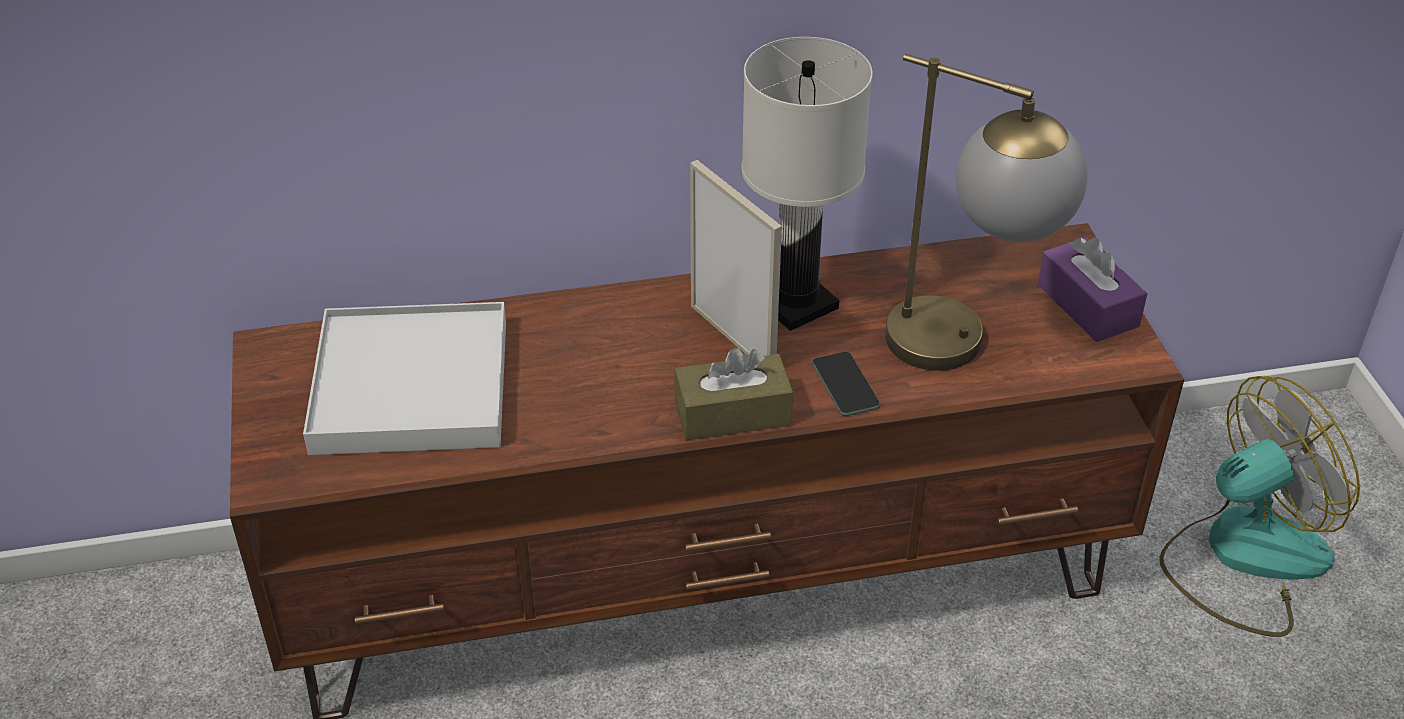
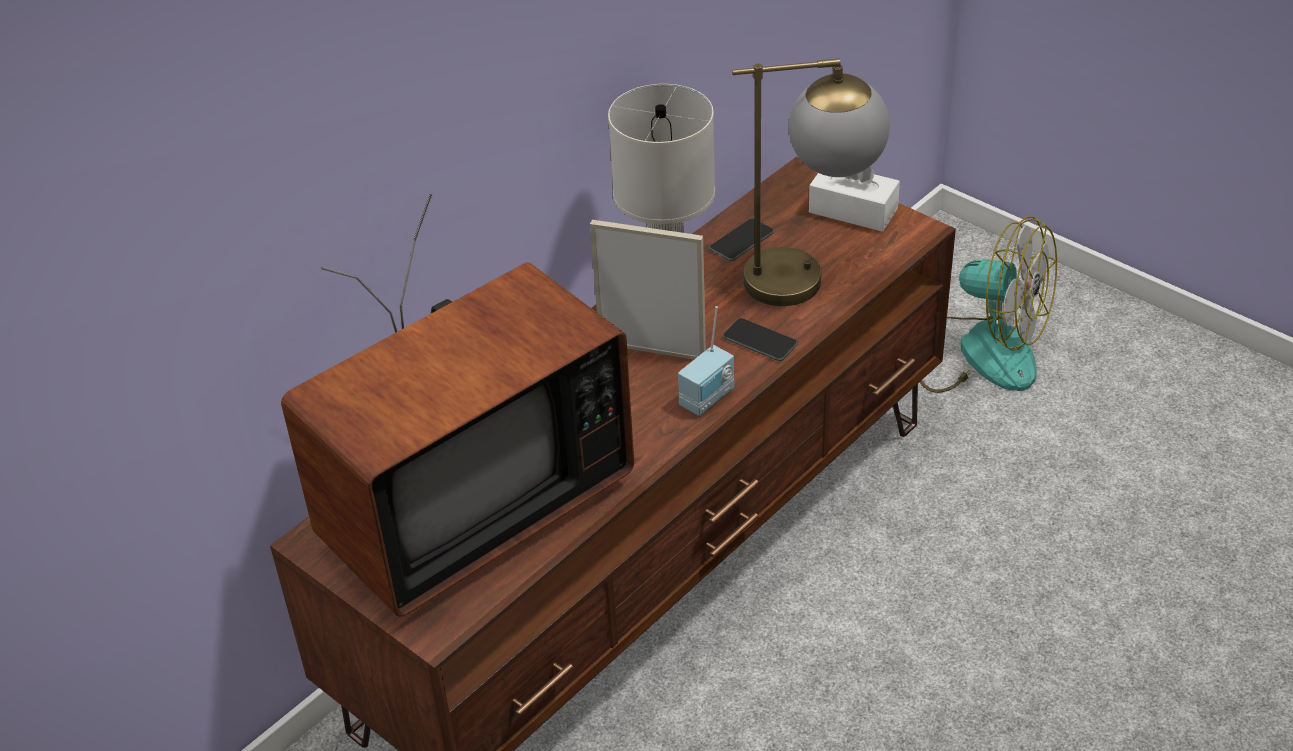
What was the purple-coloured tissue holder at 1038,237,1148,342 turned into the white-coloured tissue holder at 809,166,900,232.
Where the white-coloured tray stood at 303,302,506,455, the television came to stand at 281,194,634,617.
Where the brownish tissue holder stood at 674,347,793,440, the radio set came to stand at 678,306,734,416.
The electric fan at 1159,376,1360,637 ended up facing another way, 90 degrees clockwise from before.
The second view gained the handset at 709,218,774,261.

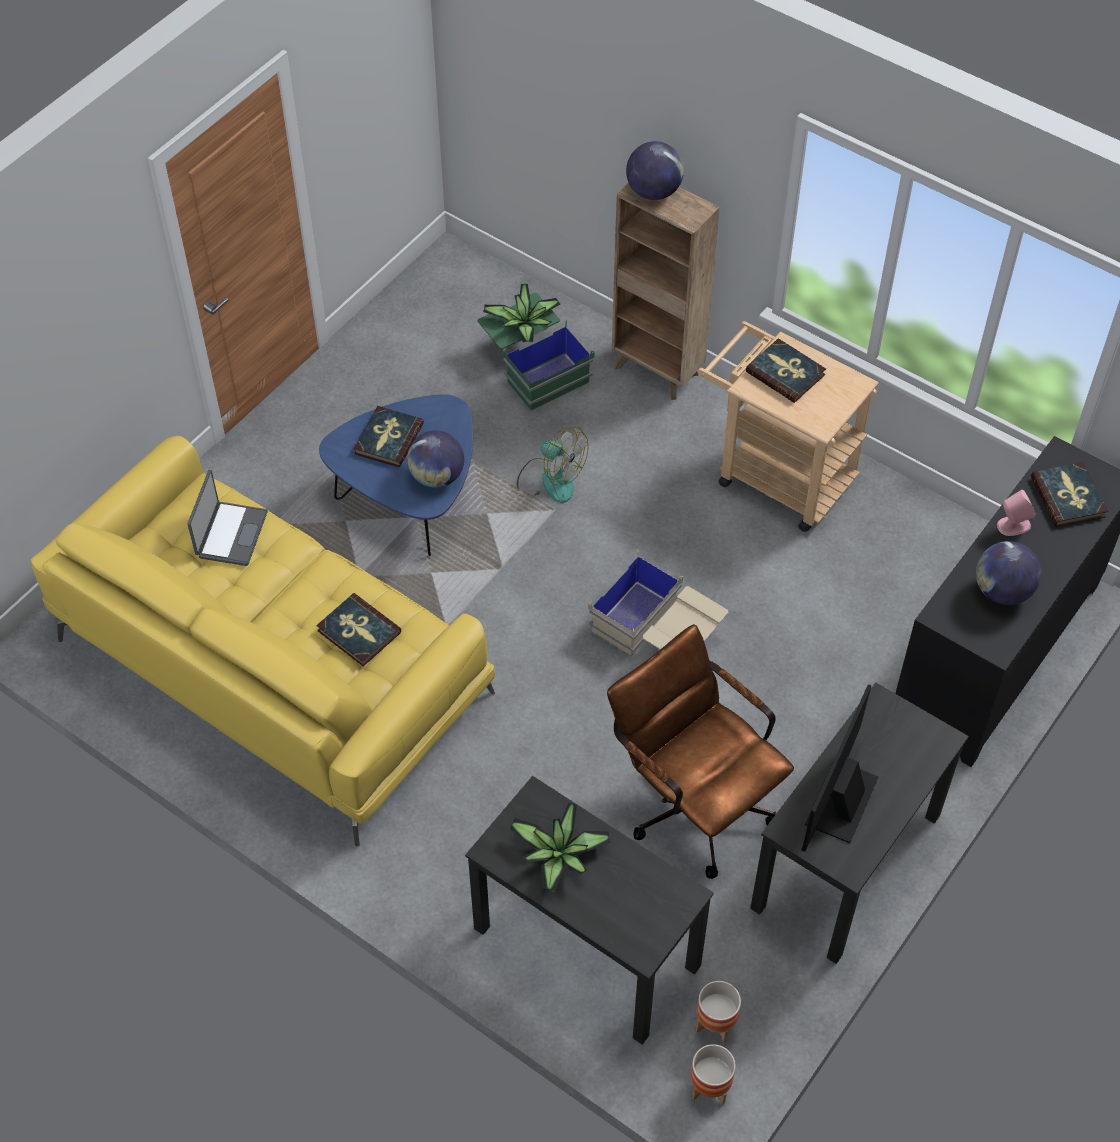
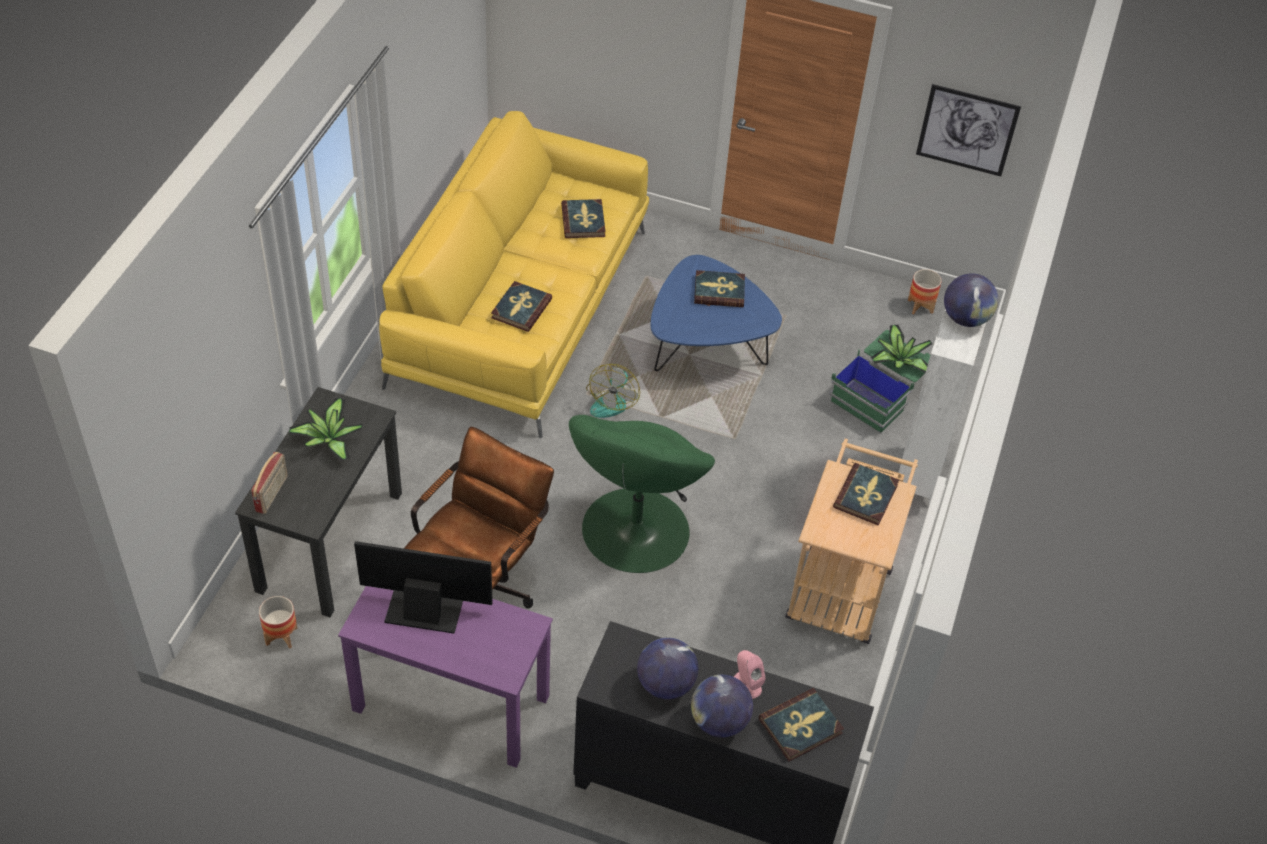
What was the brownish bookcase at 612,183,720,400 turned into the white-coloured bookcase at 899,309,986,508.
The electric fan ended up elsewhere, having gone from 517,426,589,503 to 586,364,640,418.
The desk globe ended up elsewhere, having gone from 407,430,464,488 to 691,675,753,738.
Where the laptop stood at 187,470,268,566, the bound book came to stand at 561,199,606,238.
Where the beige-coloured storage box stood at 588,549,728,656, the green armchair came to stand at 569,415,715,573.
What was the black-coloured desk unit at 750,682,969,964 turned into the purple-coloured desk unit at 338,586,553,768.
The planter ended up elsewhere, having gone from 691,1044,736,1105 to 908,269,942,315.
The second view gained the wall art at 916,84,1021,177.
The second view gained the radio set at 251,452,288,514.

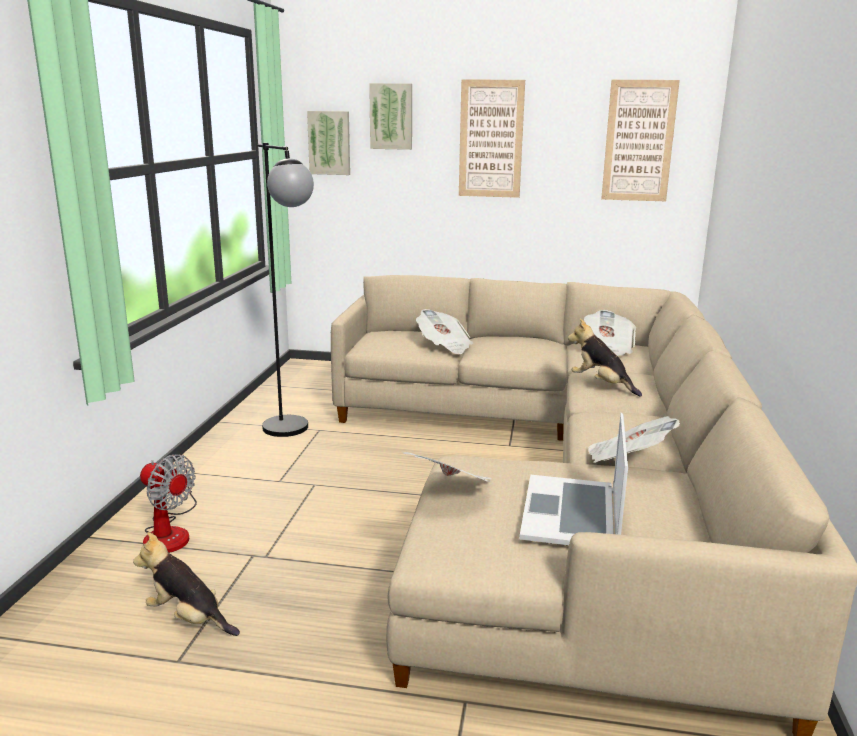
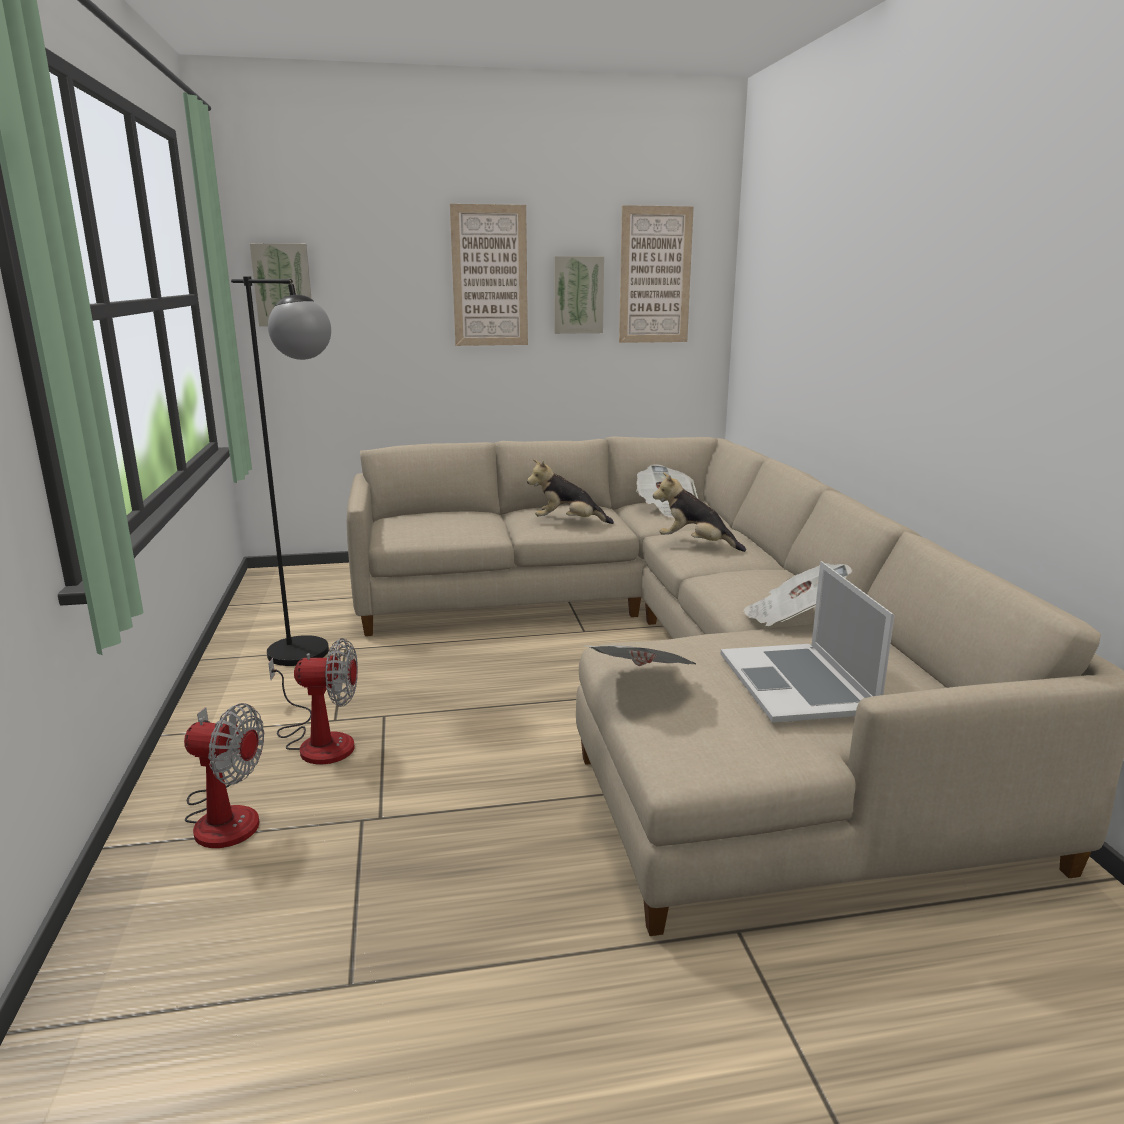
The wall art ended up elsewhere, having gone from 369,83,412,150 to 554,256,604,334.
The second view lost the newspaper at 416,309,473,355.
The plush toy ended up elsewhere, having gone from 133,532,240,636 to 527,459,614,524.
The second view gained the electric fan at 268,638,358,765.

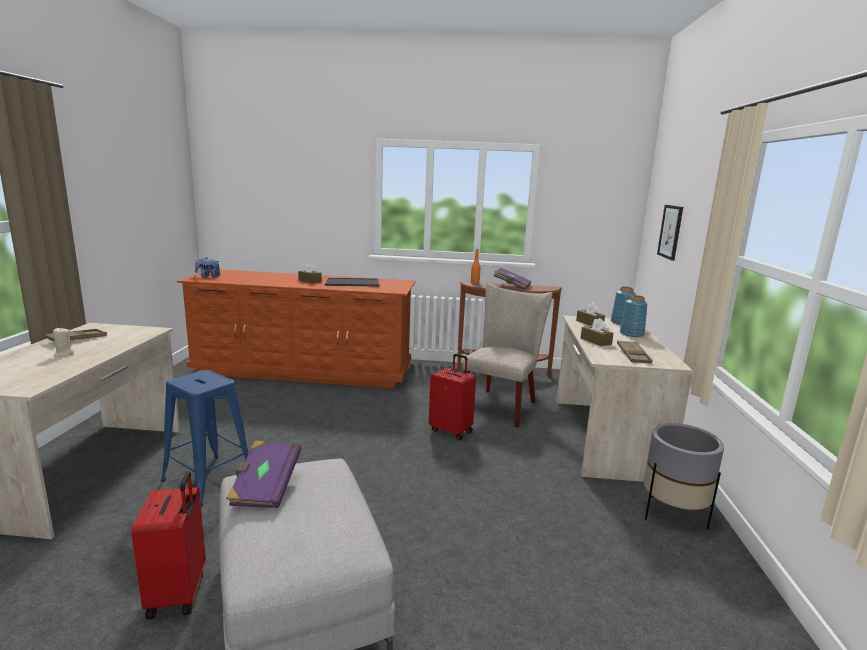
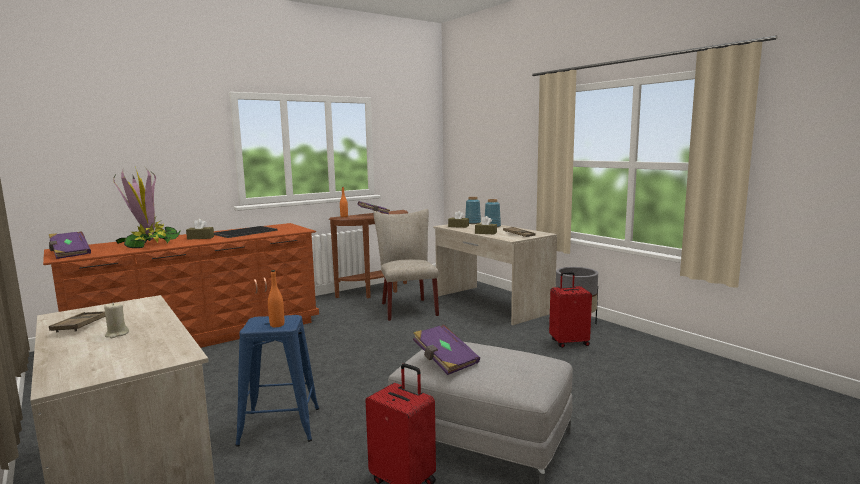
The second view lost the wall art at 657,205,683,261.
Where the plush toy stood at 195,257,220,277, the purple-coloured bound book came to stand at 49,231,91,259.
The red-coloured suitcase ended up elsewhere, having gone from 429,354,476,440 to 549,272,592,348.
The second view gained the potted plant at 113,166,181,248.
The second view gained the orange drink bottle at 268,270,284,327.

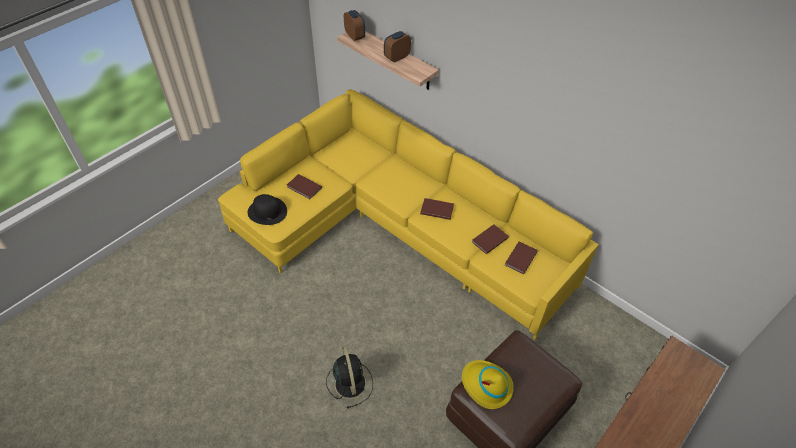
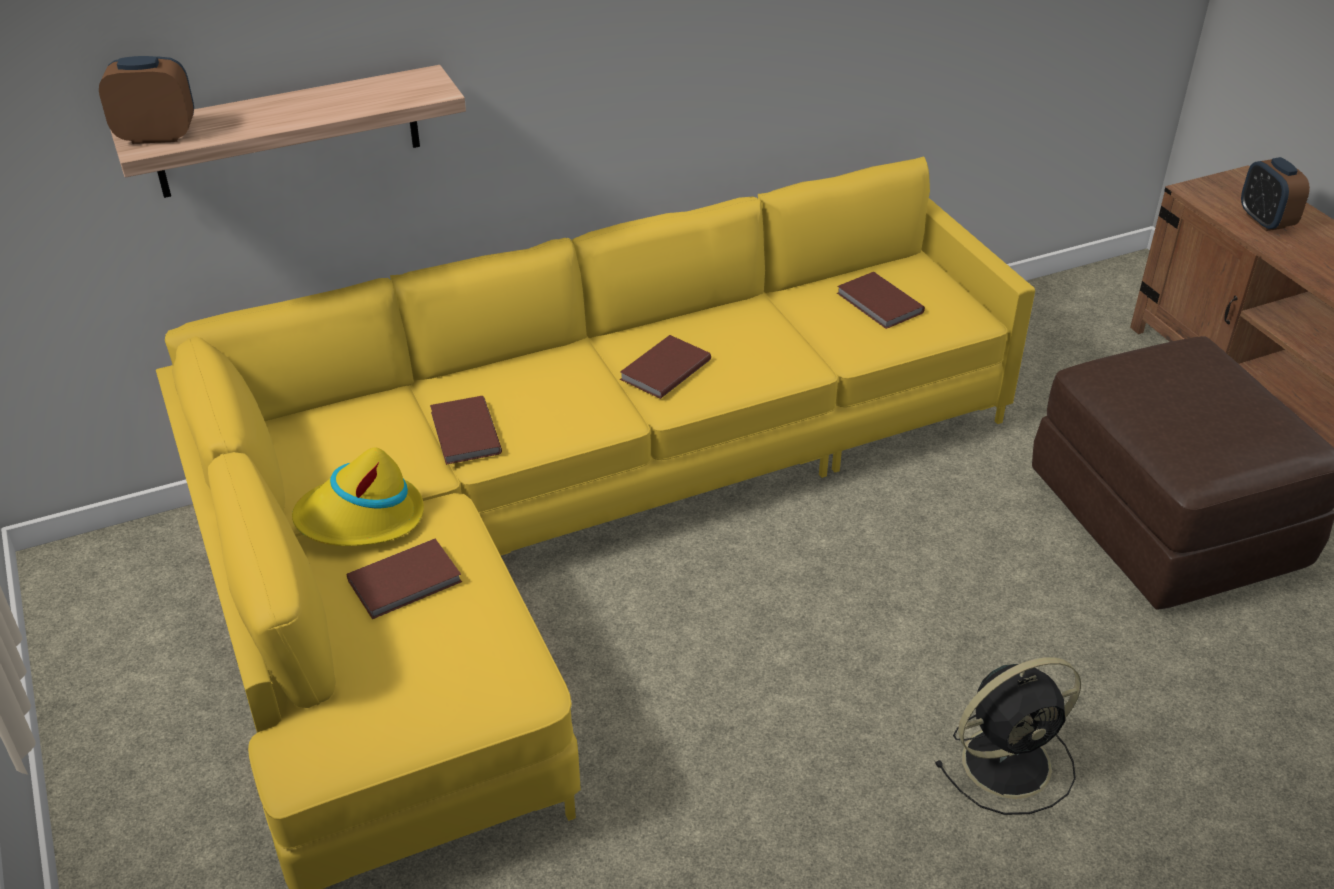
The alarm clock ended up elsewhere, having gone from 384,31,411,63 to 1241,157,1310,231.
The second view lost the black-coloured hat at 248,194,287,225.
The brownish bound book ended up elsewhere, having gone from 472,224,509,254 to 430,396,502,465.
The black-coloured electric fan at 326,345,373,409 ended up facing another way, 150 degrees clockwise from before.
The yellow-coloured hat ended up elsewhere, having gone from 462,360,514,409 to 292,448,424,546.

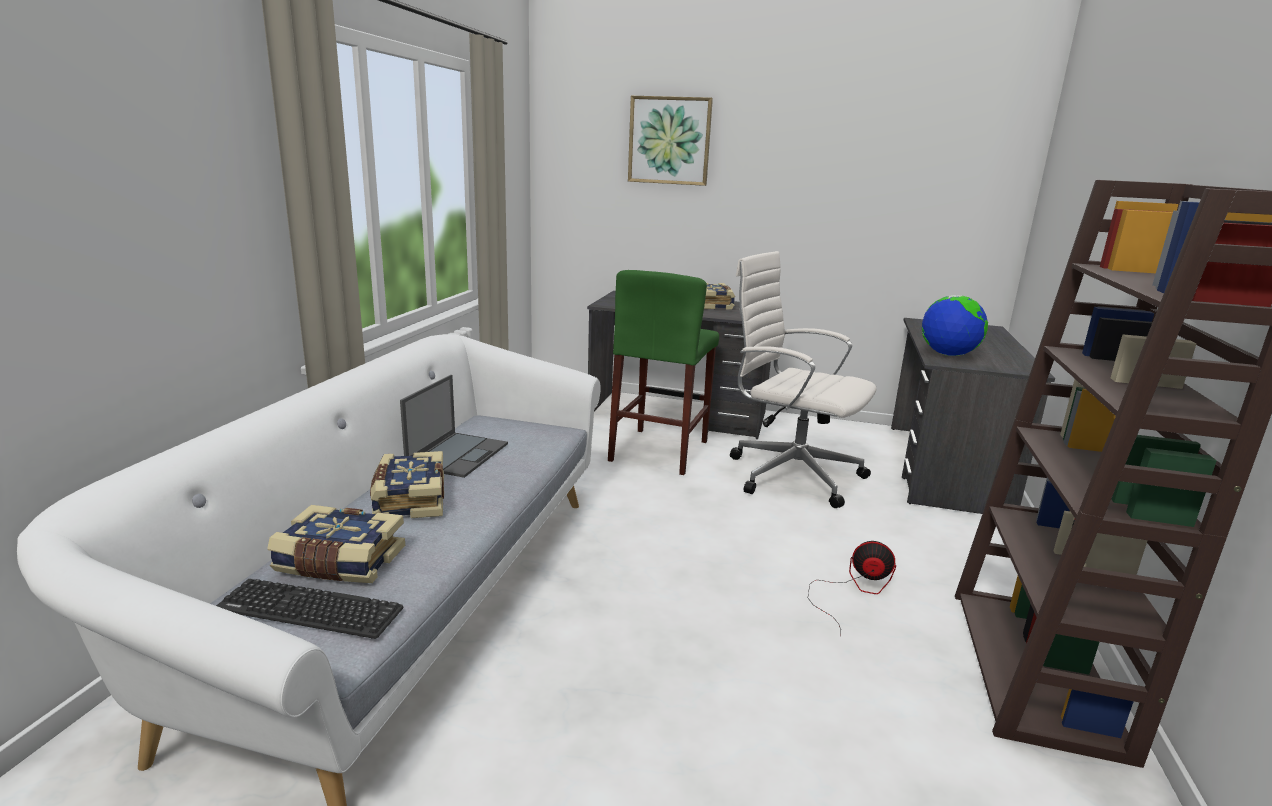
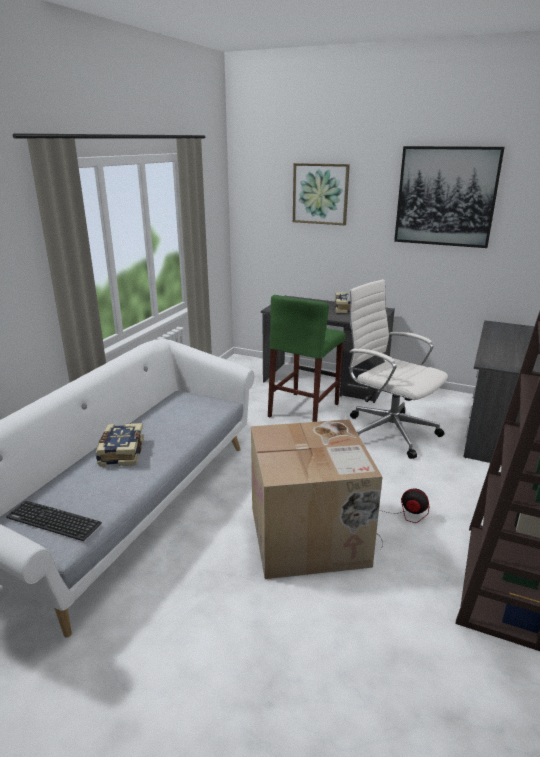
The second view lost the desk globe at 922,295,988,356.
The second view lost the laptop at 400,375,508,478.
The second view lost the bound book at 267,505,405,583.
The second view gained the wall art at 394,146,505,248.
The second view gained the carton at 251,419,382,579.

